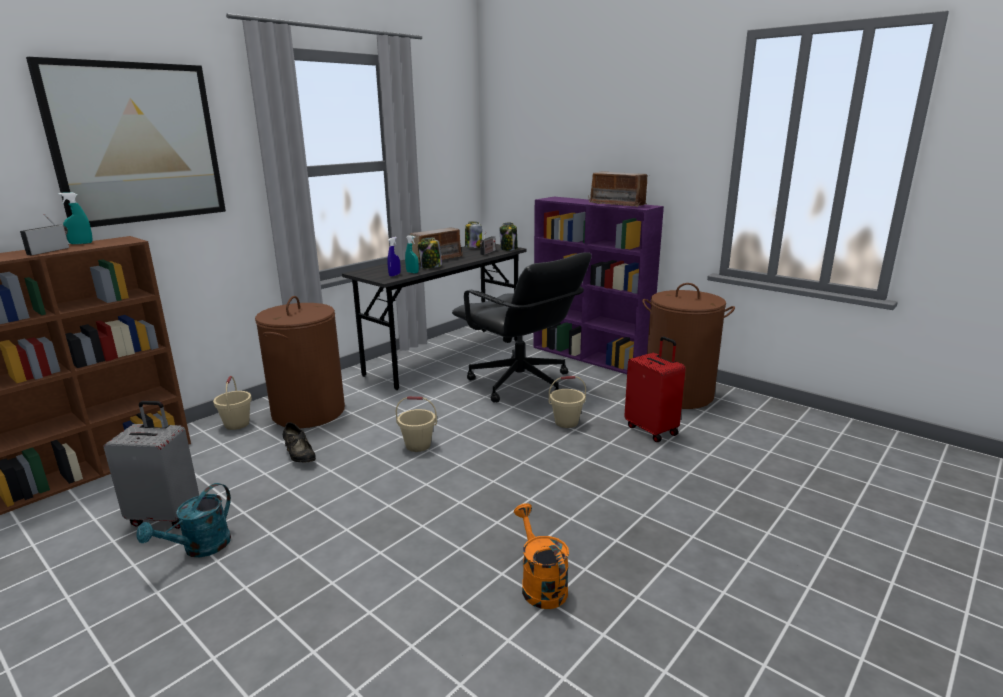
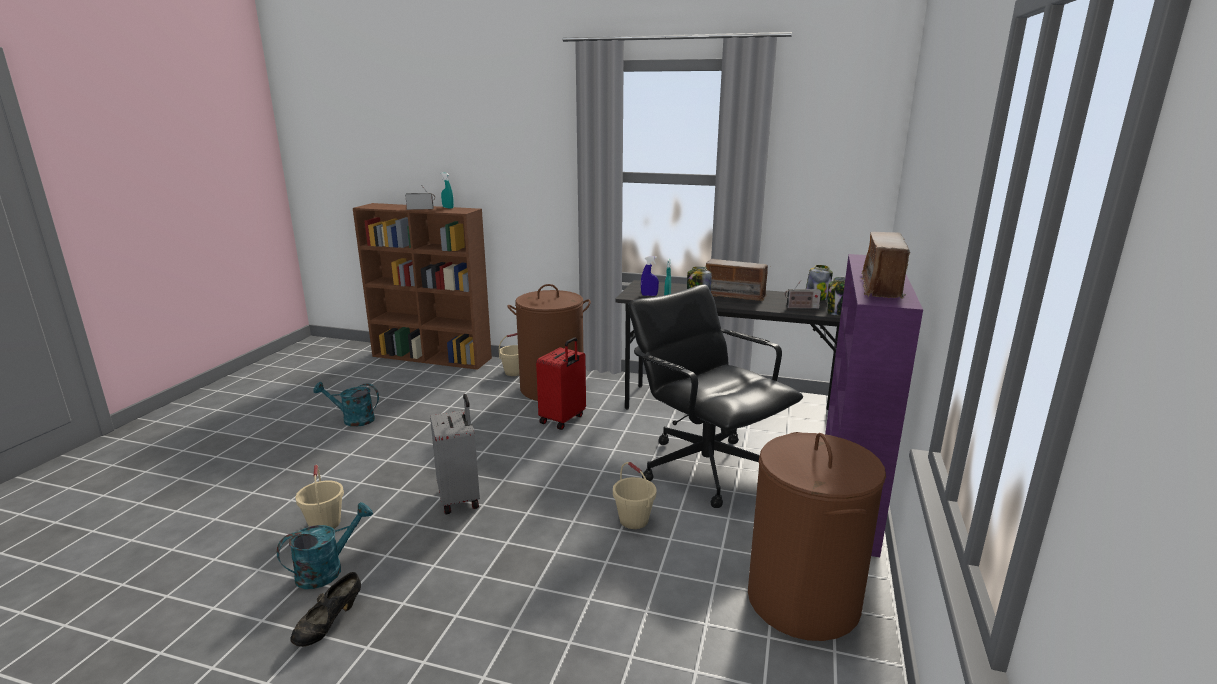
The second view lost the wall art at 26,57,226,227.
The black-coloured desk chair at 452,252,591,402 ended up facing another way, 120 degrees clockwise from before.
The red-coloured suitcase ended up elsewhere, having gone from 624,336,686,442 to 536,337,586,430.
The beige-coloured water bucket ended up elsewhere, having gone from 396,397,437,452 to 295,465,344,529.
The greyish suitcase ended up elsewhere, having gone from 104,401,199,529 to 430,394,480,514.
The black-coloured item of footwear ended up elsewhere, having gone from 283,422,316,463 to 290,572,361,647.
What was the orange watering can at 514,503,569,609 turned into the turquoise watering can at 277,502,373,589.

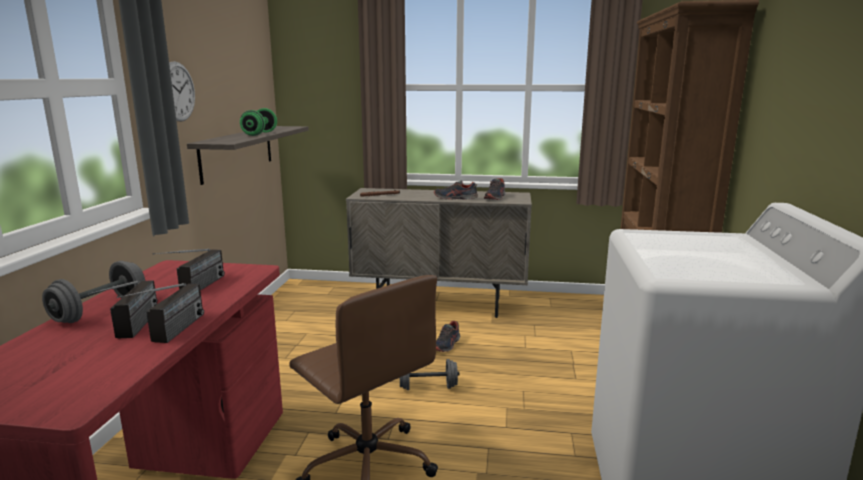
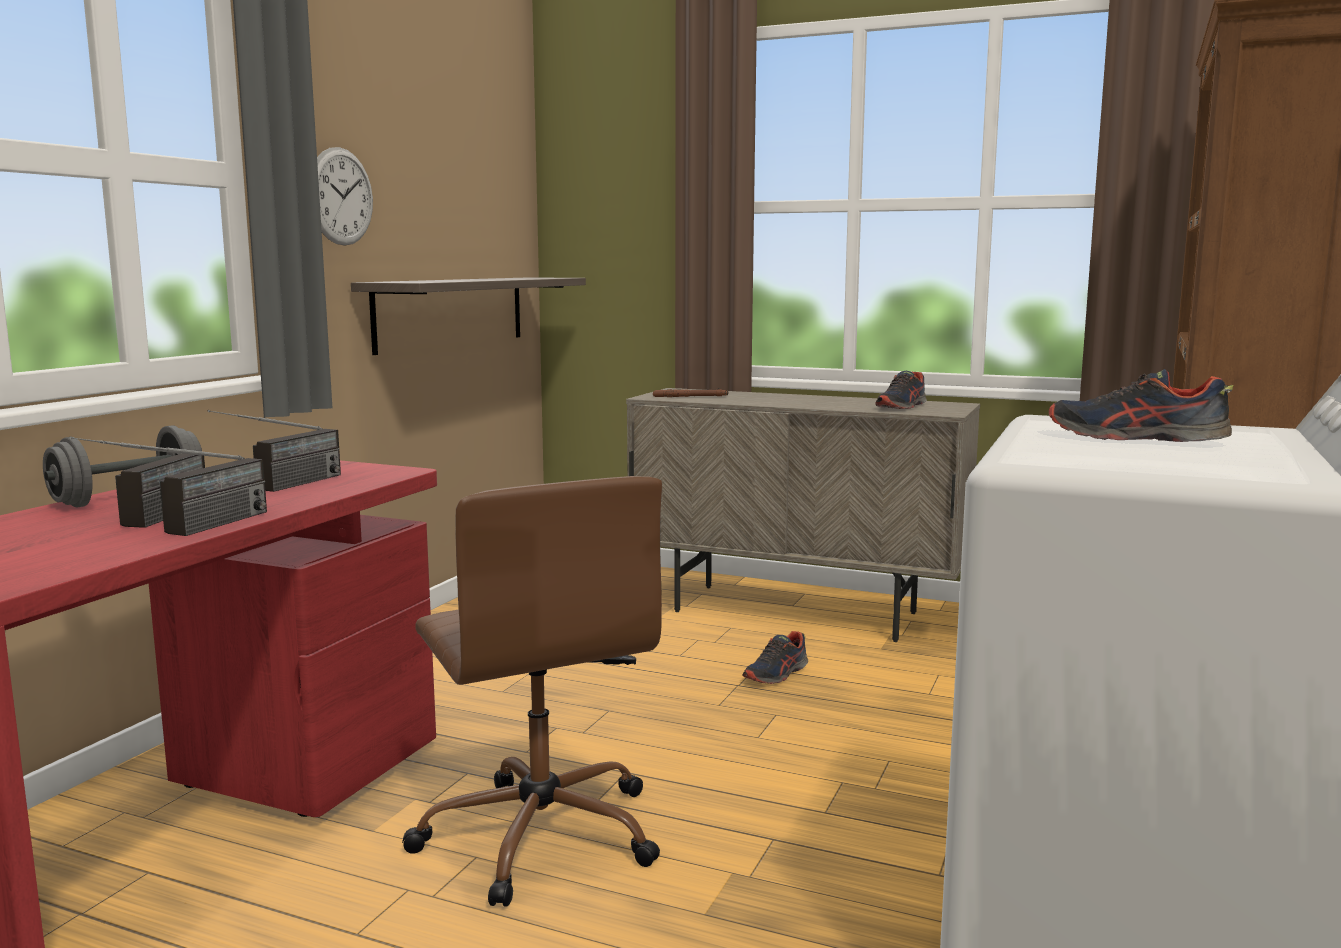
The second view lost the green dumbbell at 240,108,277,136.
The item of footwear ended up elsewhere, having gone from 434,180,478,200 to 1049,369,1233,442.
The second view lost the greyish dumbbell at 400,359,459,390.

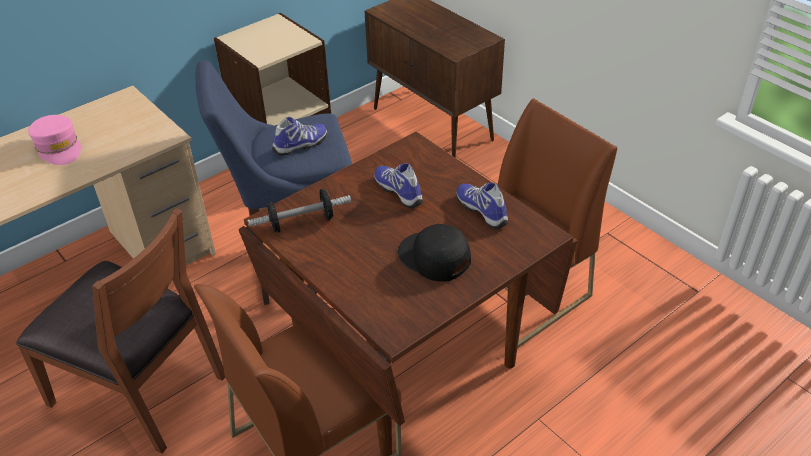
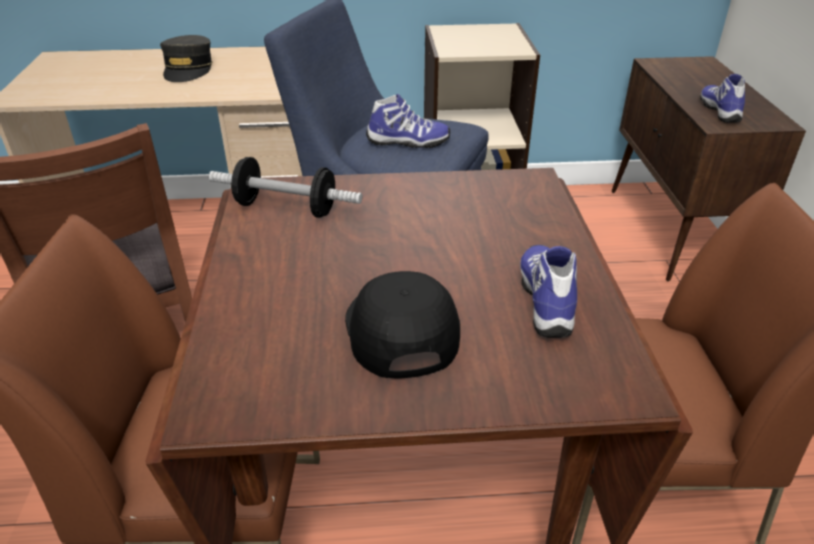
What was the pinkish peaked cap at 28,115,81,165 turned into the greyish peaked cap at 160,35,213,82.
The item of footwear ended up elsewhere, having gone from 374,163,423,208 to 700,74,745,123.

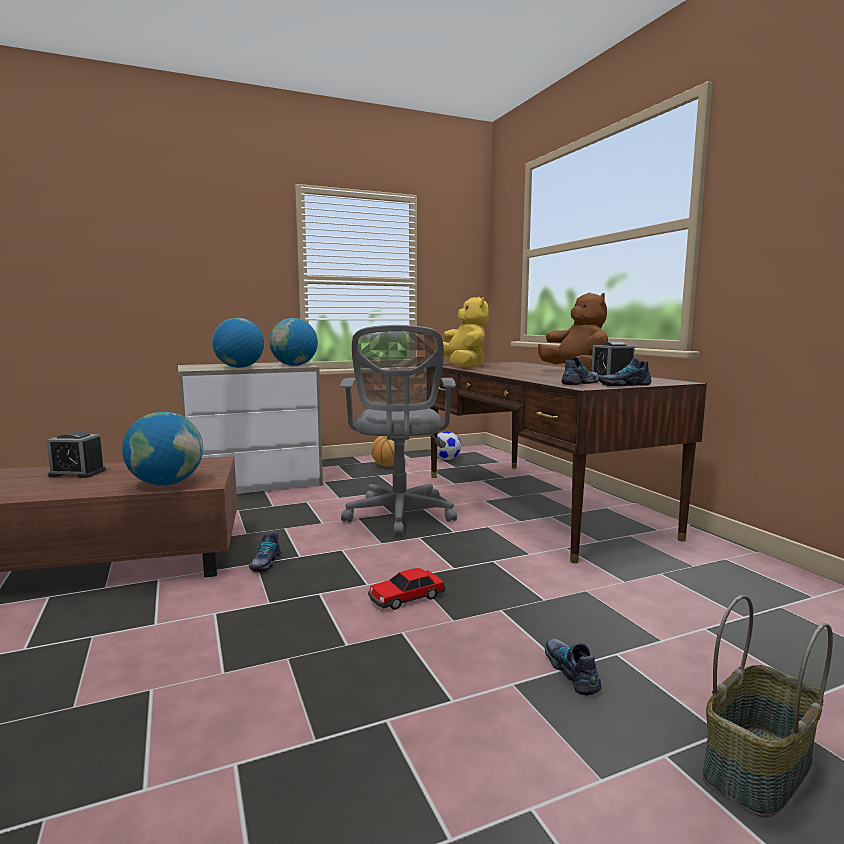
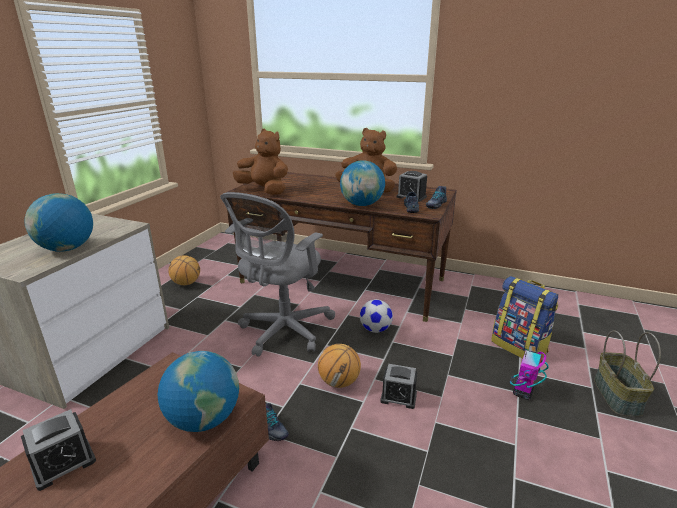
What was the yellow-coloured plush toy at 443,297,489,368 turned into the brownish plush toy at 233,128,288,195.
The desk globe ended up elsewhere, having gone from 269,318,318,366 to 340,160,385,206.
The greyish desk chair at 340,325,457,536 ended up facing another way, 75 degrees clockwise from before.
The football ball ended up elsewhere, having gone from 437,431,461,460 to 360,299,393,333.
Where the miniature car stood at 368,568,445,610, the alarm clock came to stand at 380,364,417,409.
Where the item of footwear stood at 545,638,602,696, the toy robot came to stand at 510,335,549,400.
The second view gained the backpack at 491,276,558,359.
The second view gained the basketball ball at 318,344,361,388.

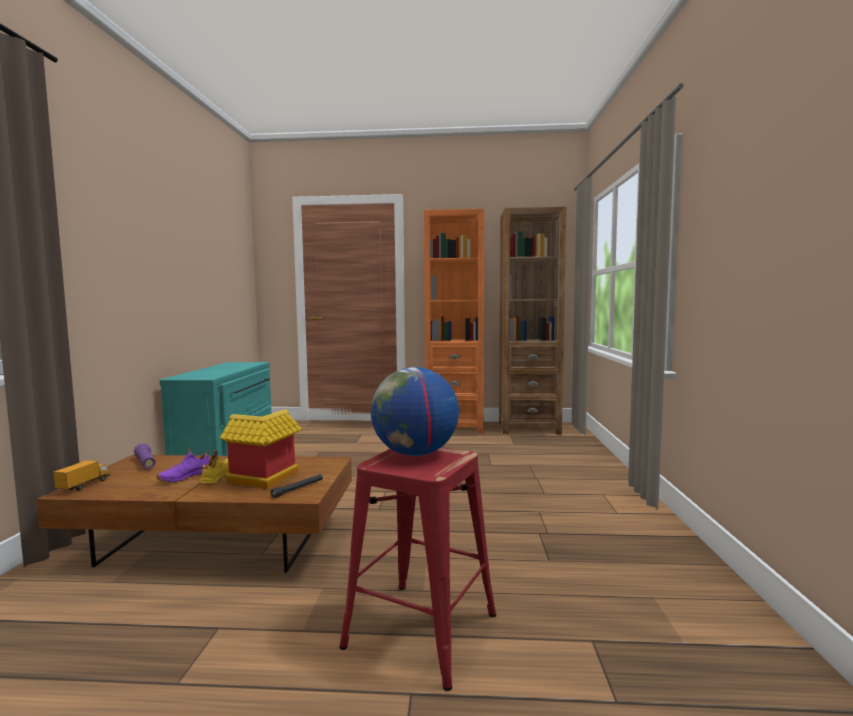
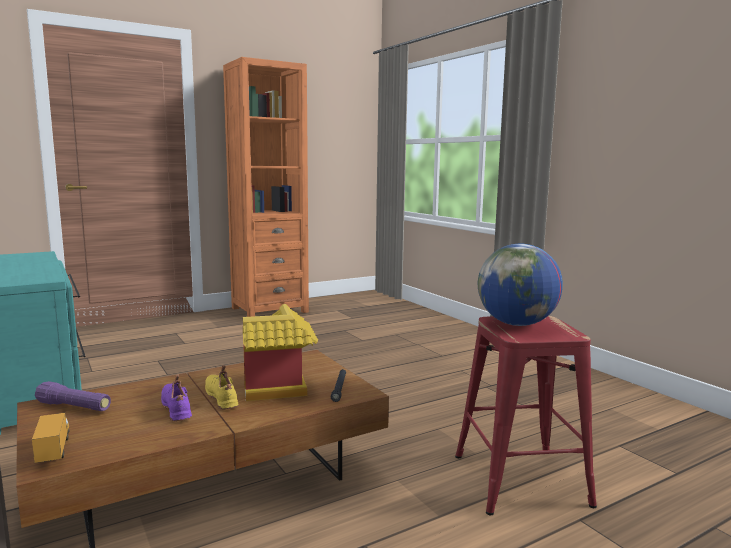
The second view lost the brownish bookcase at 499,207,567,435.
The purple-coloured item of footwear at 157,447,211,483 ended up facing another way, 150 degrees clockwise from before.

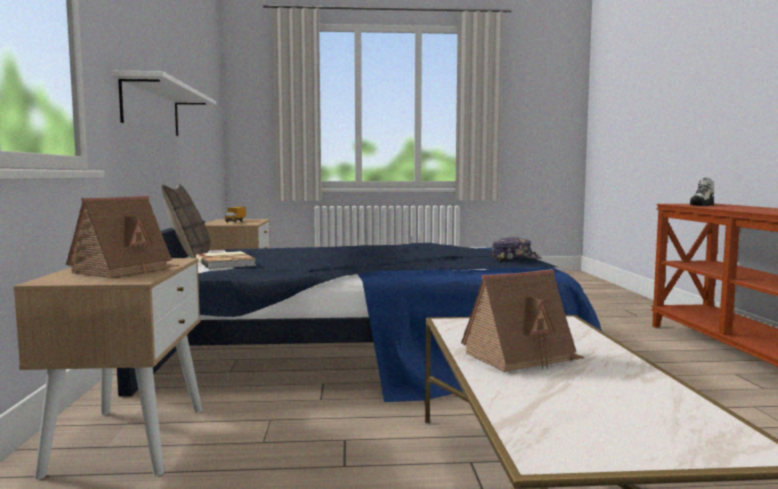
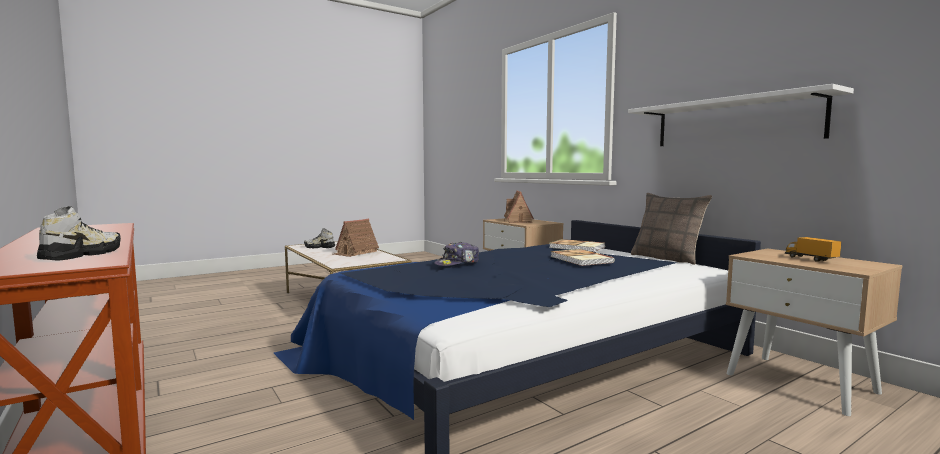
The peaked cap ended up elsewhere, having gone from 491,236,542,261 to 434,242,479,266.
The second view gained the item of footwear at 304,228,335,248.
The second view gained the bound book at 550,249,614,266.

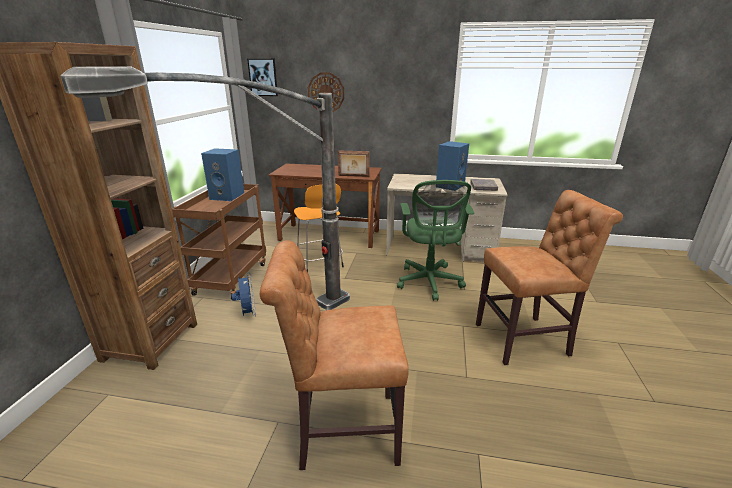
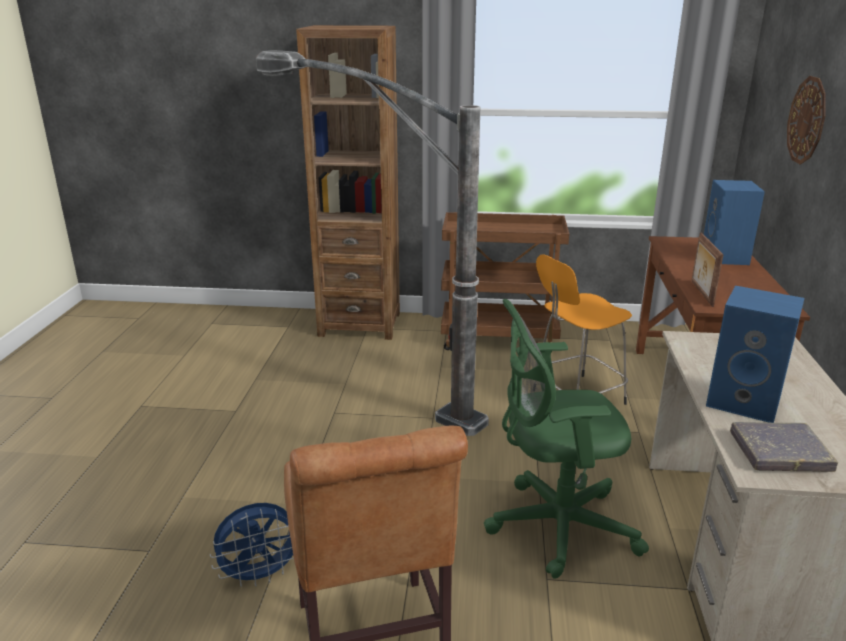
The second view lost the wall art at 247,59,278,96.
The bluish audio speaker ended up elsewhere, having gone from 201,148,244,201 to 704,180,765,265.
The second view lost the brownish chair at 260,240,409,470.
The bluish electric fan ended up elsewhere, having gone from 231,272,256,317 to 210,503,294,587.

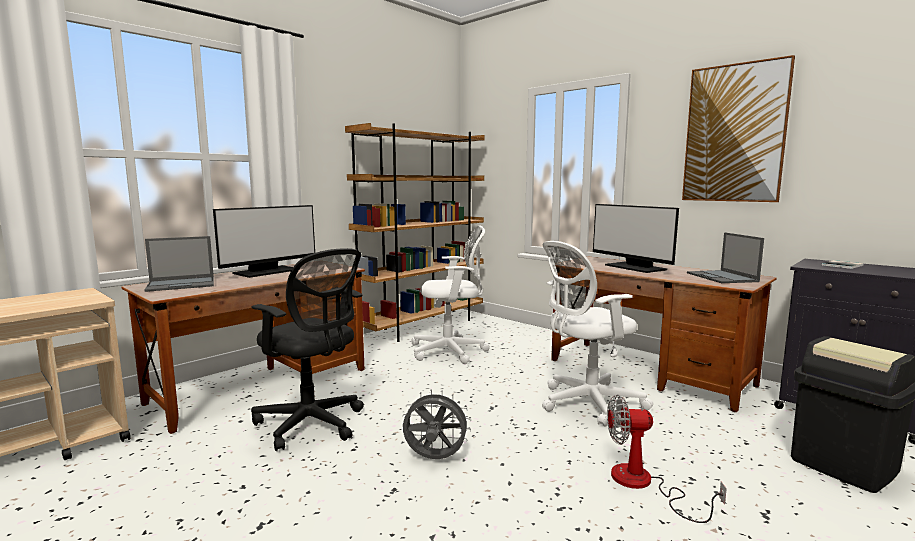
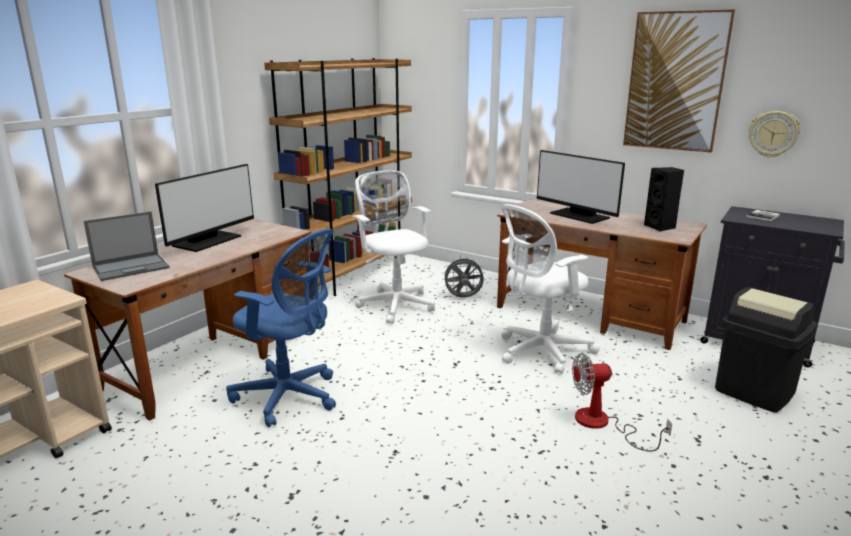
The white-coloured desk chair at 411,225,490,364 ended up facing another way, 105 degrees counterclockwise from before.
Where the laptop stood at 687,232,764,283, the black-coloured audio speaker came to stand at 644,167,684,232.
What was the black-coloured desk chair at 251,248,364,451 turned into the bluish desk chair at 226,229,336,428.
The greyish electric fan ended up elsewhere, having gone from 402,389,471,459 to 442,256,485,297.
The second view gained the clock on the wall at 749,111,801,157.

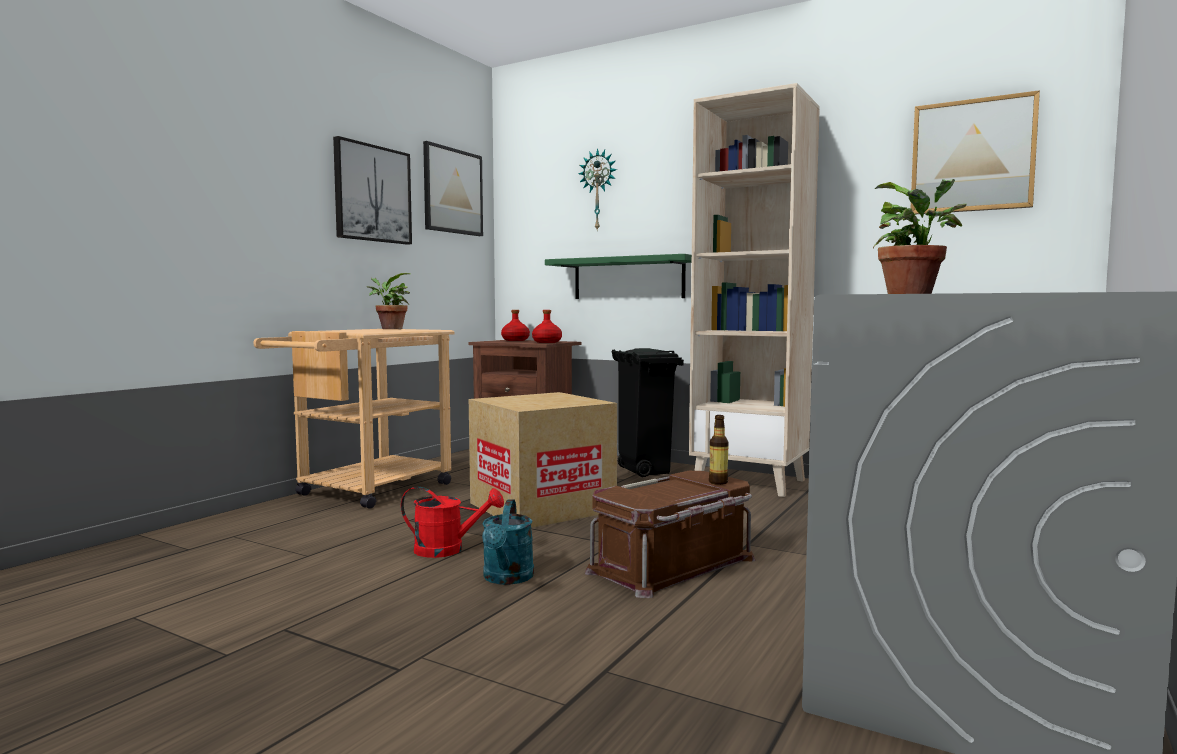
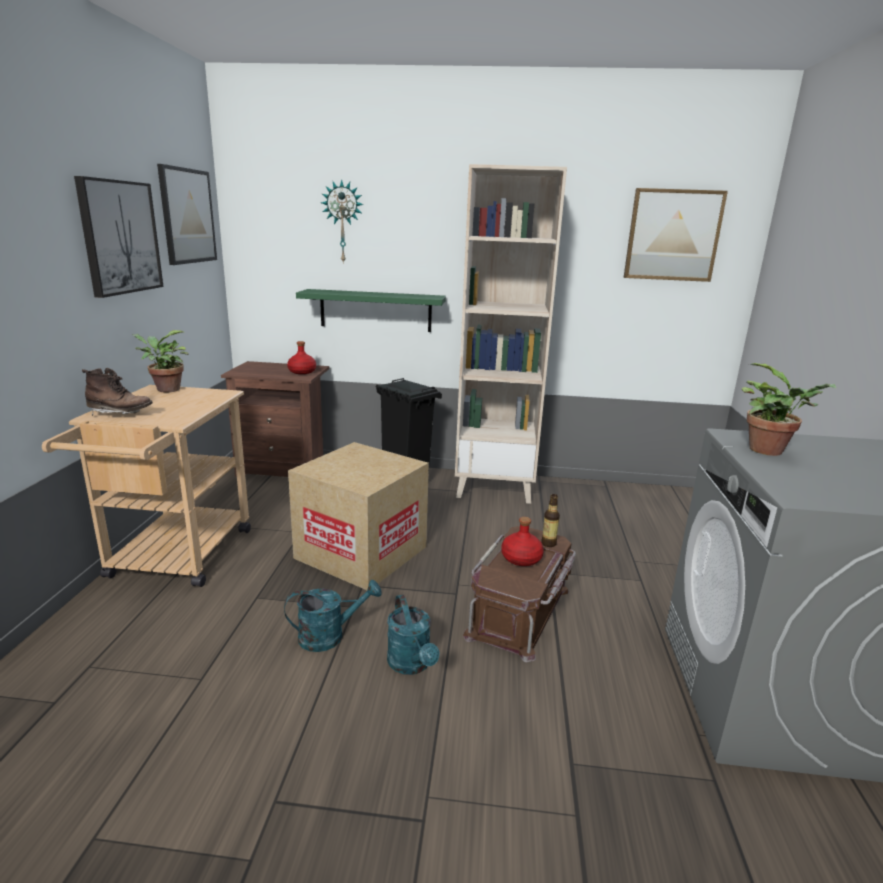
The red-coloured drink bottle ended up elsewhere, having gone from 501,310,530,341 to 501,517,544,566.
What was the red-coloured watering can at 401,486,504,558 turned into the turquoise watering can at 284,580,382,652.
The second view gained the brownish tall boot at 82,368,153,416.

